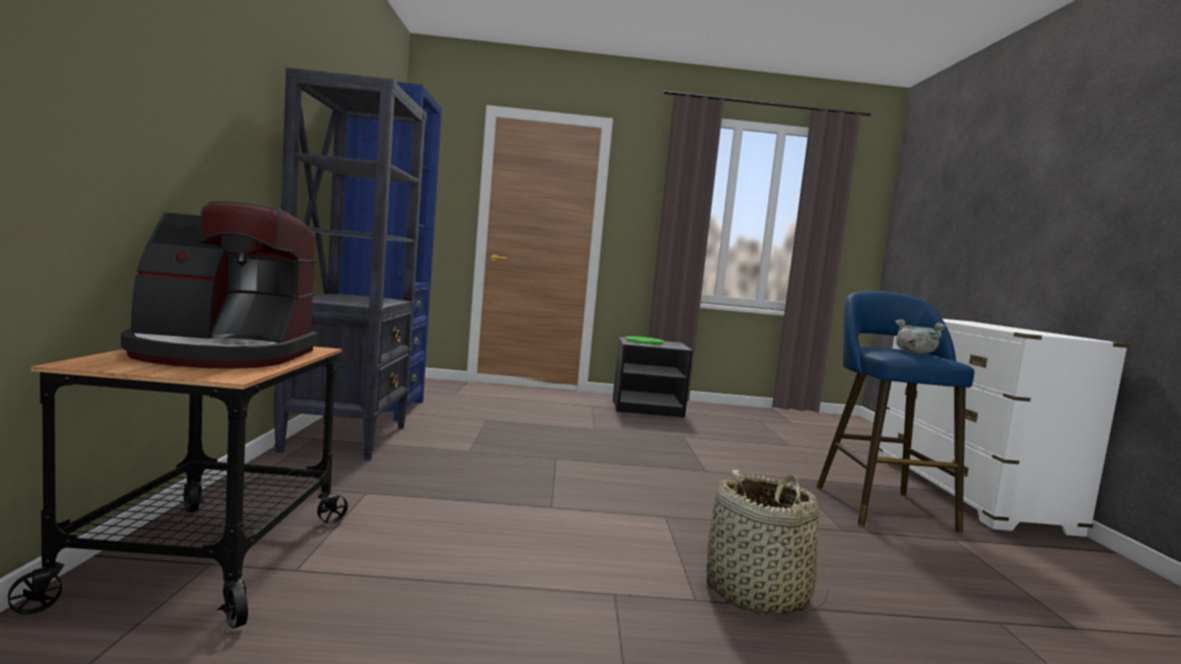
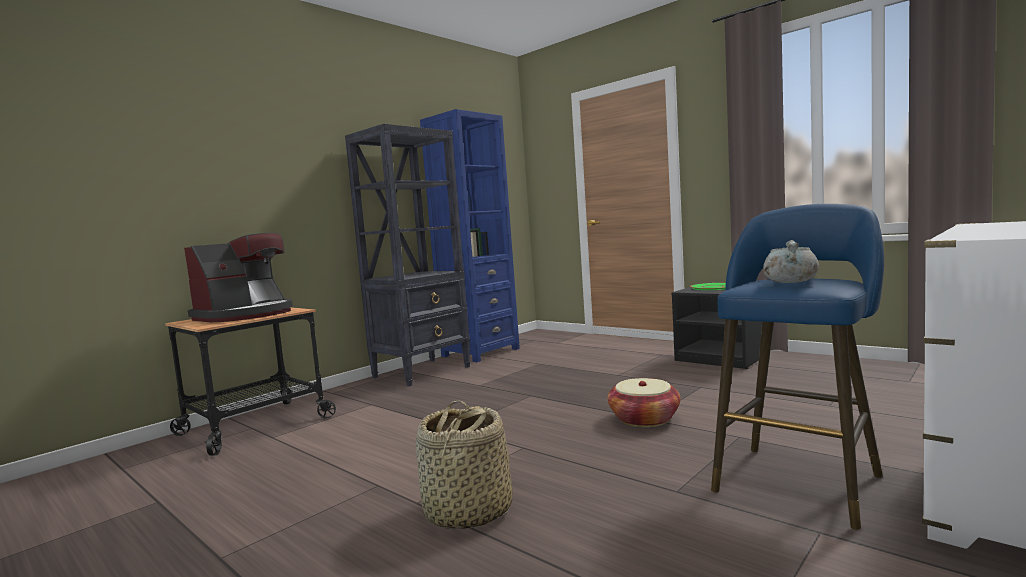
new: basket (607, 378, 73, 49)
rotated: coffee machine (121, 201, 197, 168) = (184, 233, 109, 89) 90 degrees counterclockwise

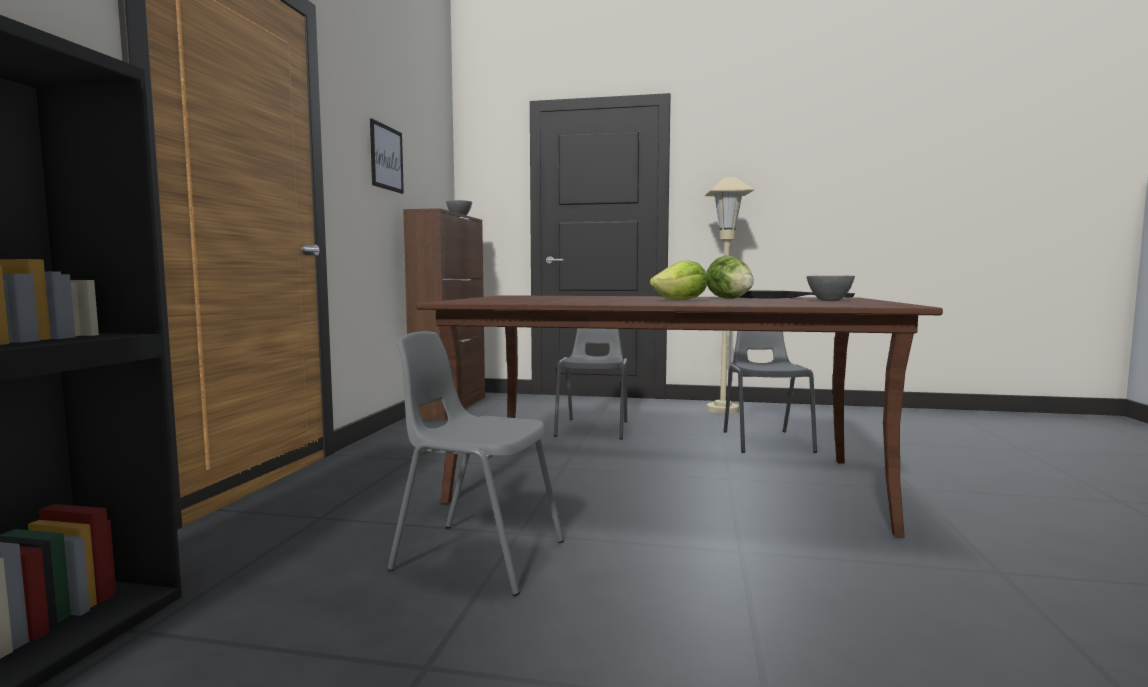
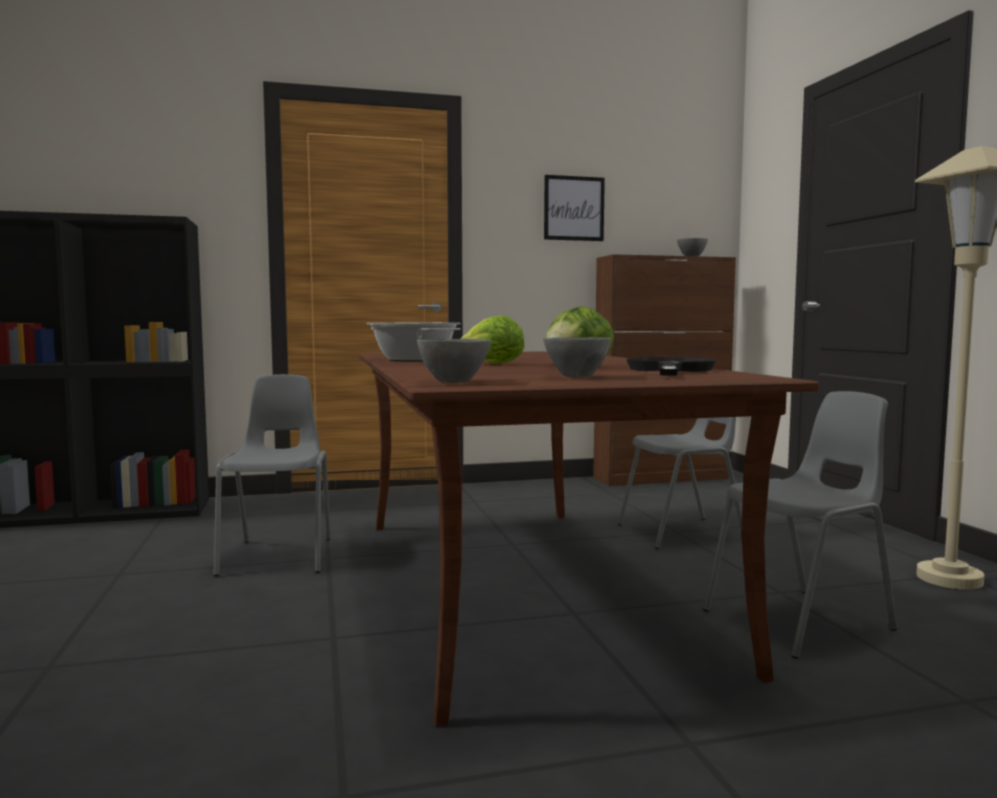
new: cooking pot (366, 323, 95, 39); bowl in grey (417, 339, 74, 44)

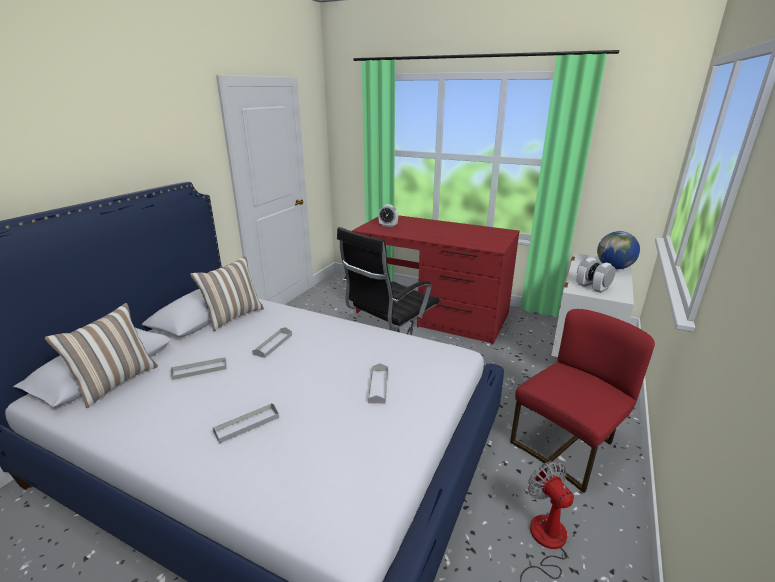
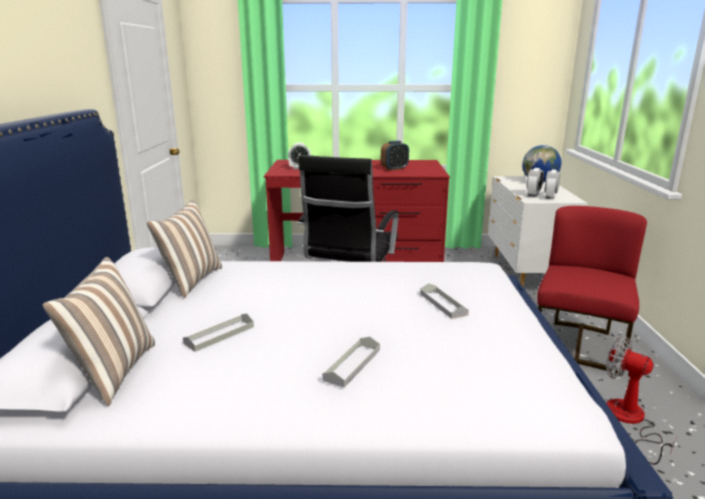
gone: tray in grey (252, 327, 40, 31)
new: alarm clock (381, 141, 28, 30)

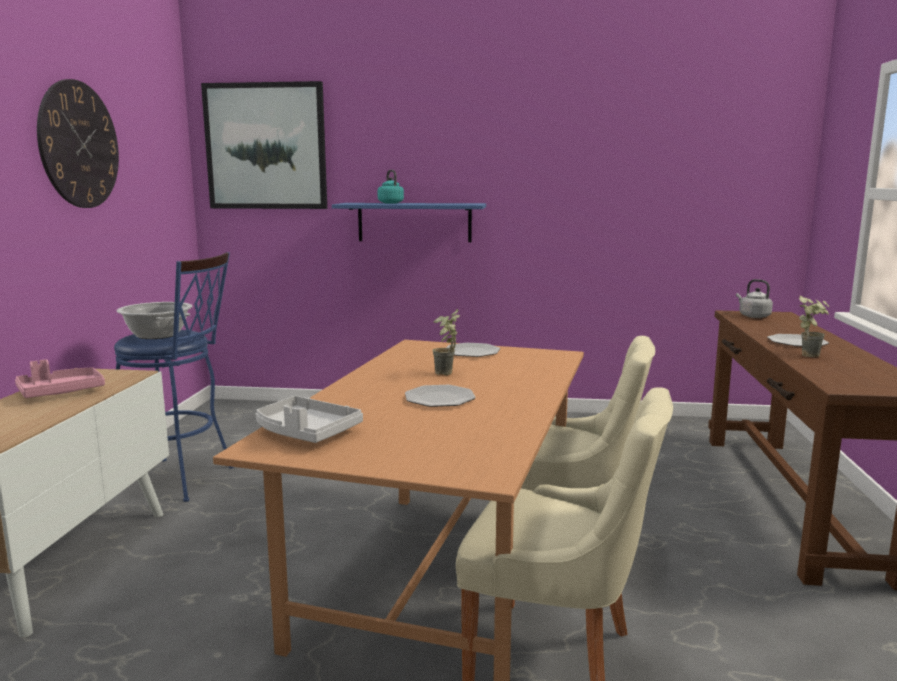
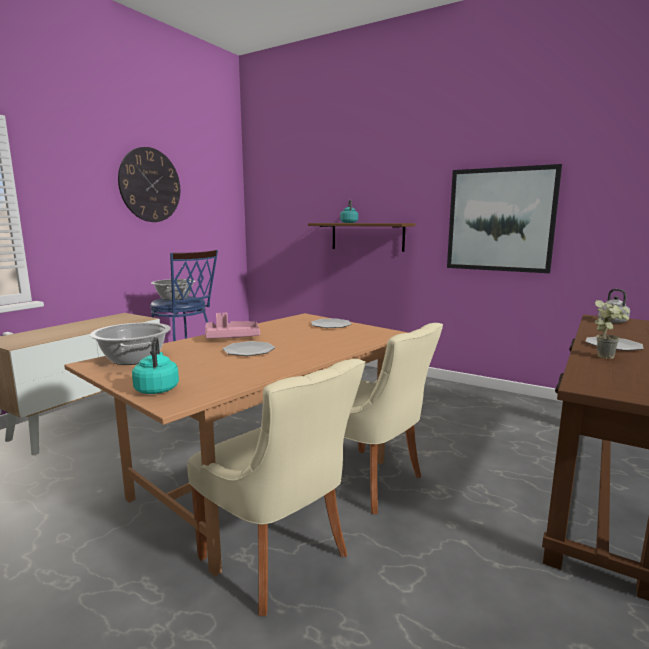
gone: potted plant (432, 309, 28, 66)
new: kettle in turquoise (132, 337, 47, 57)
shifted: tray in pink (15, 359, 90, 39) to (205, 313, 55, 26); picture (201, 81, 126, 128) to (447, 164, 115, 109)
swapped: tray in grey (255, 396, 108, 47) to cooking pot (90, 322, 81, 43)
repainted: shelf in blue (332, 203, 154, 39) to shelf in brown (308, 223, 107, 29)

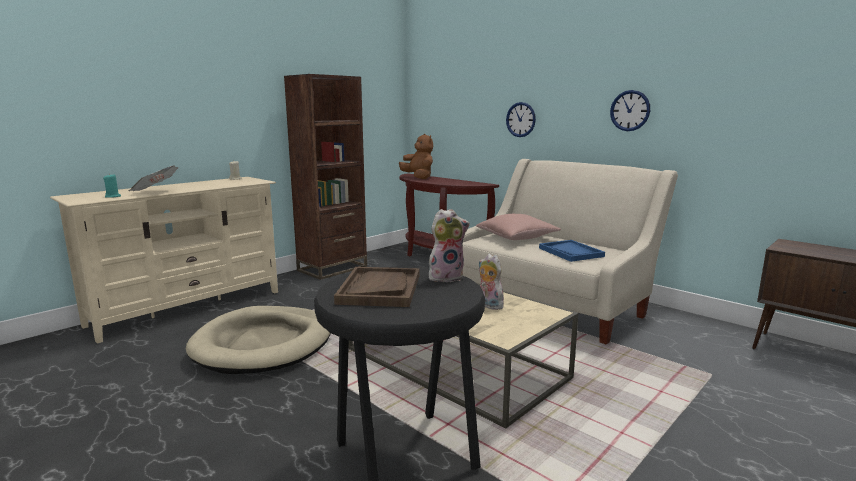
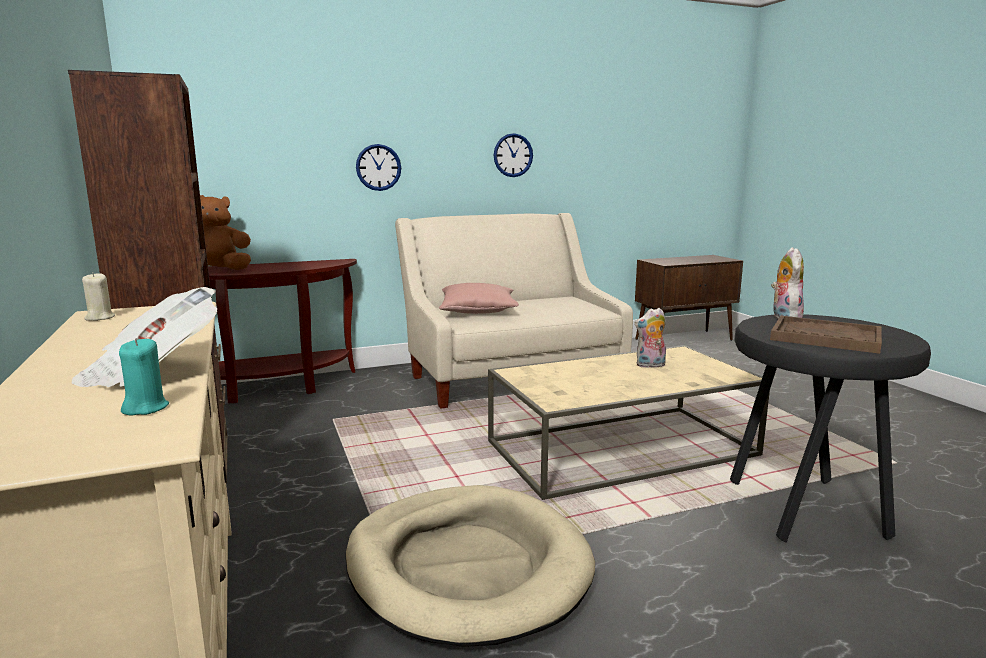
gone: tray in blue (539, 240, 66, 22)

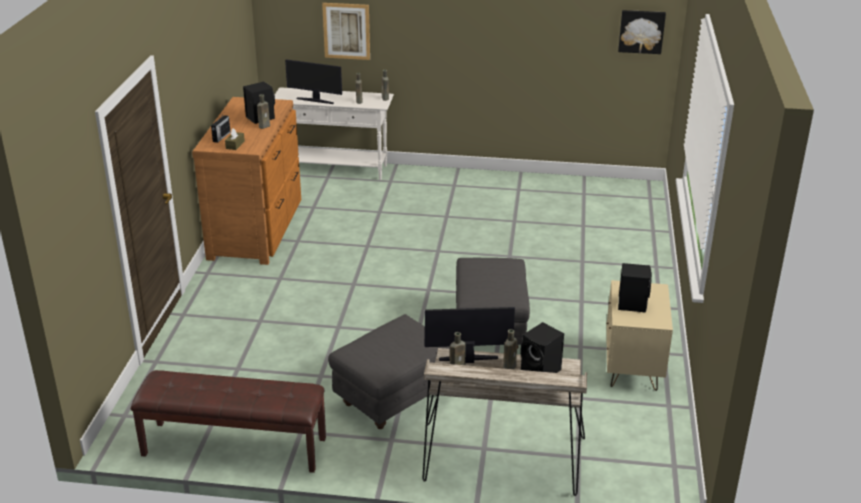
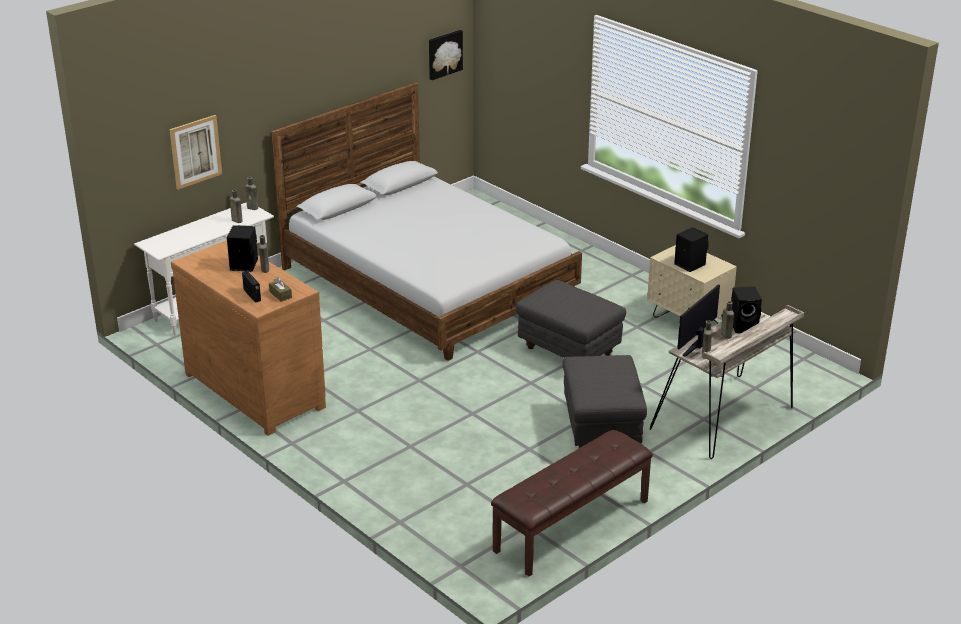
gone: monitor (285, 59, 57, 45)
new: bed (271, 82, 311, 279)

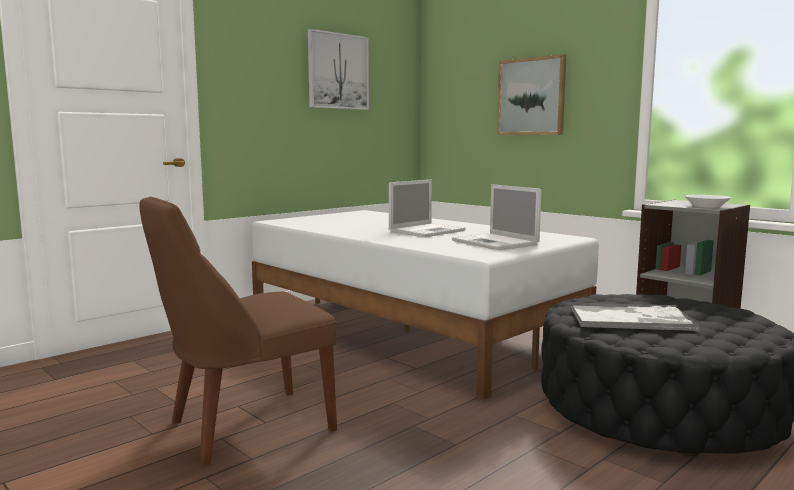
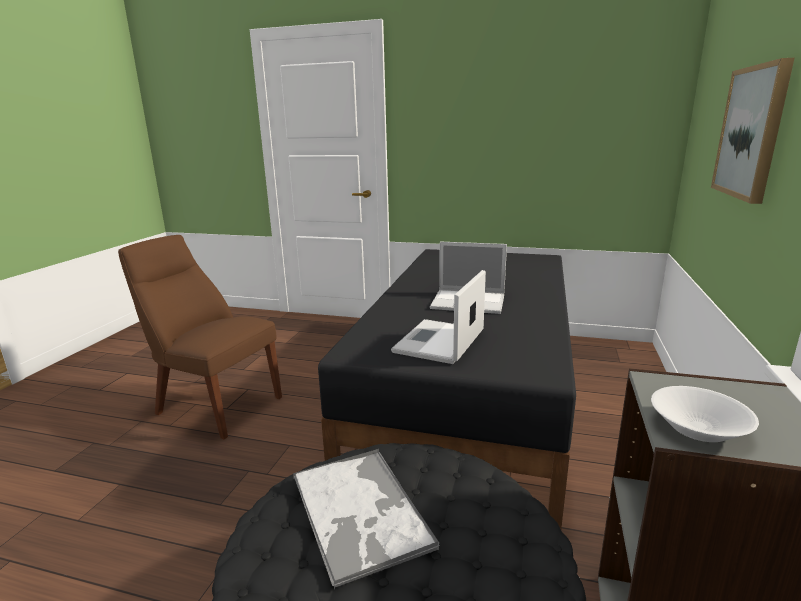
gone: picture (308, 29, 61, 81)
repainted: bed in white (252, 210, 347, 190) to bed in black (318, 249, 258, 280)

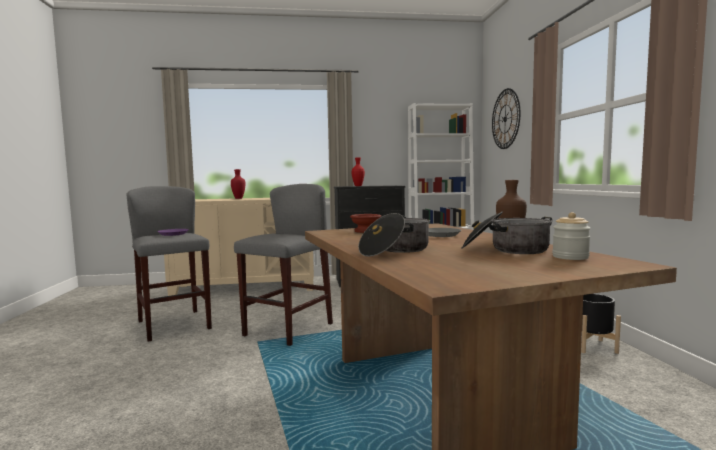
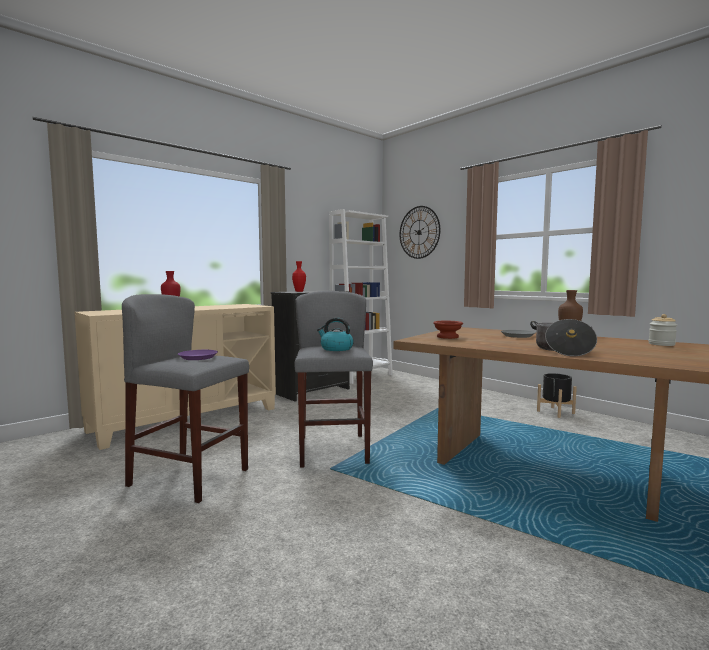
gone: cooking pot (462, 211, 90, 43)
new: kettle (317, 318, 37, 33)

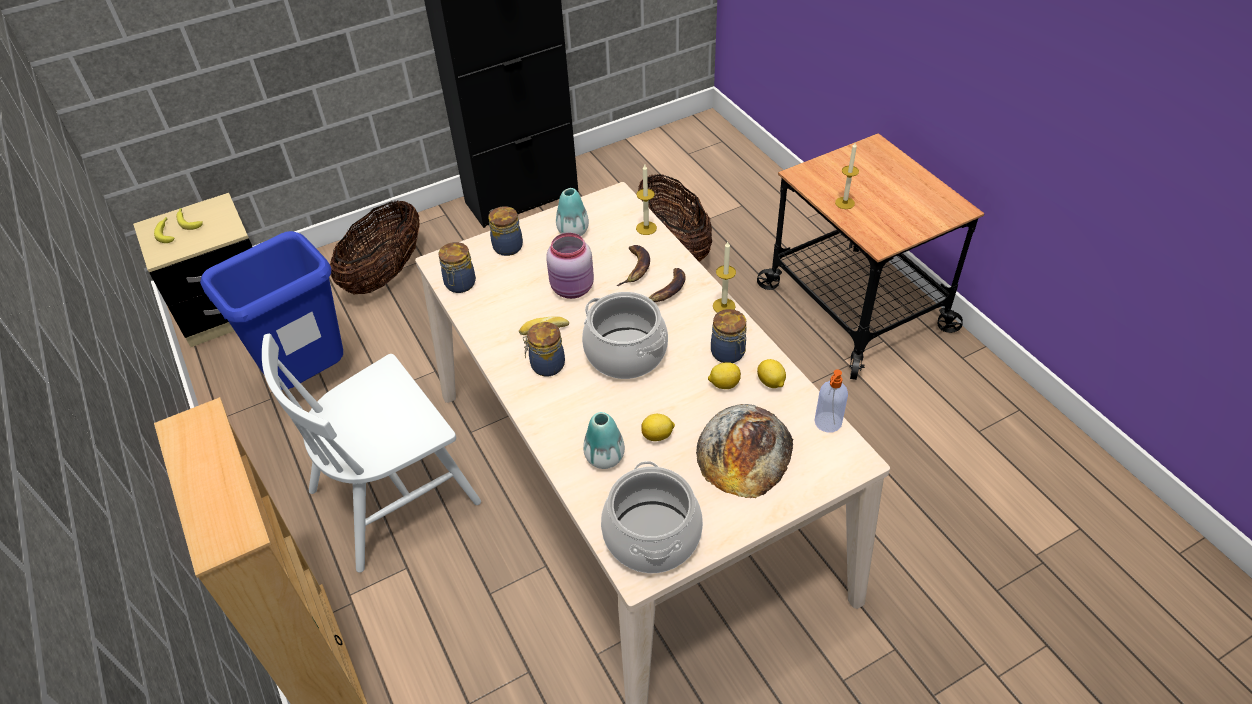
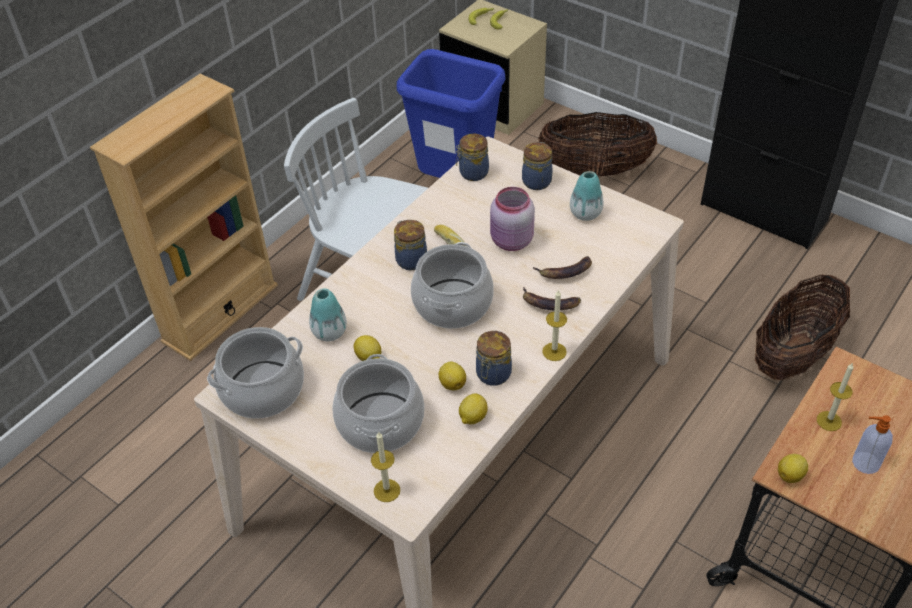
new: lemon (778, 454, 30, 29)
shifted: candle (636, 164, 21, 71) to (371, 431, 29, 71); soap dispenser (814, 369, 34, 64) to (852, 415, 41, 59)
swapped: bread (696, 404, 97, 94) to cooking pot (332, 354, 92, 99)

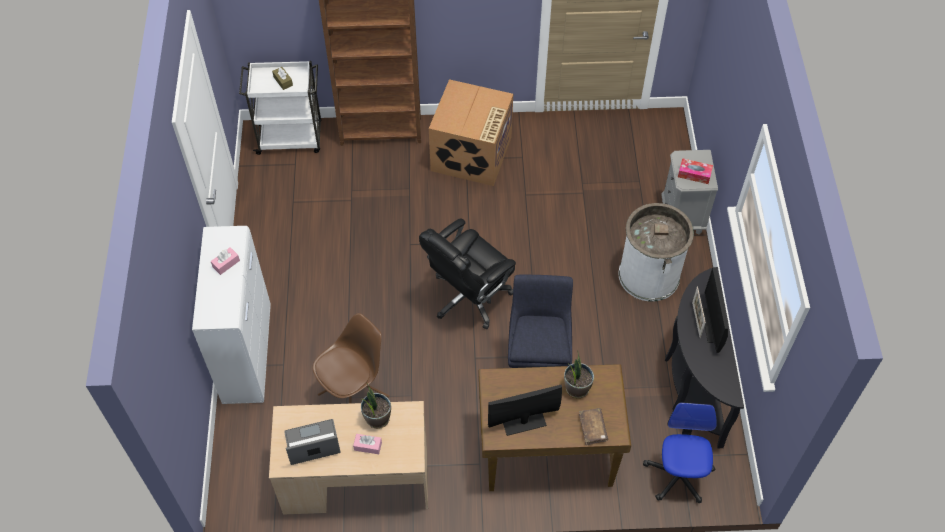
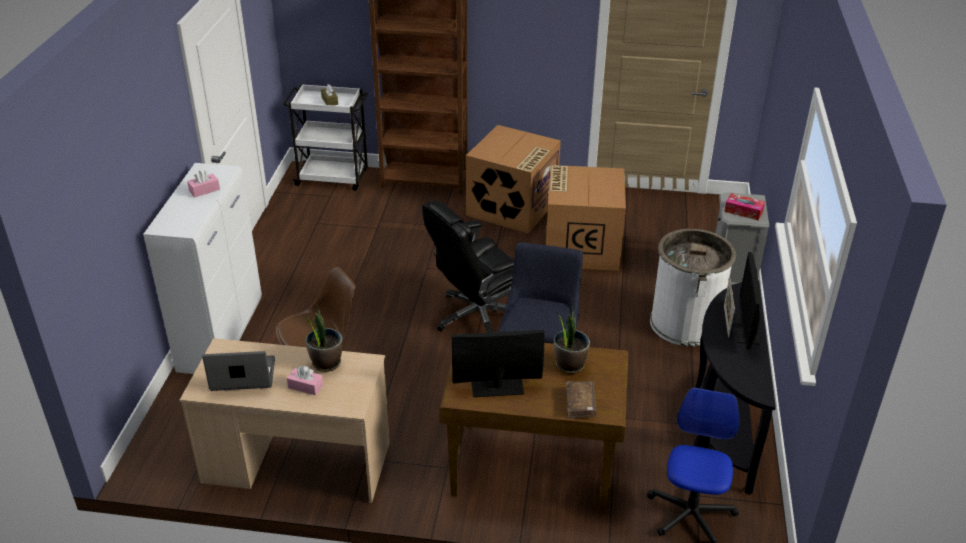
new: cardboard box (546, 165, 80, 106)

